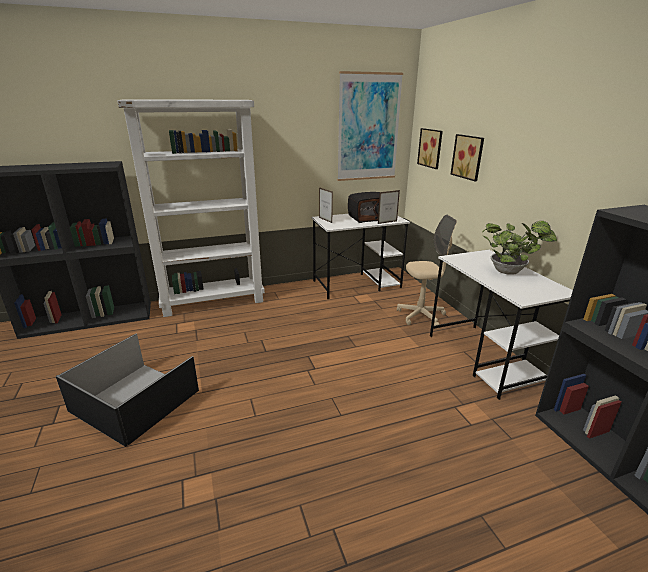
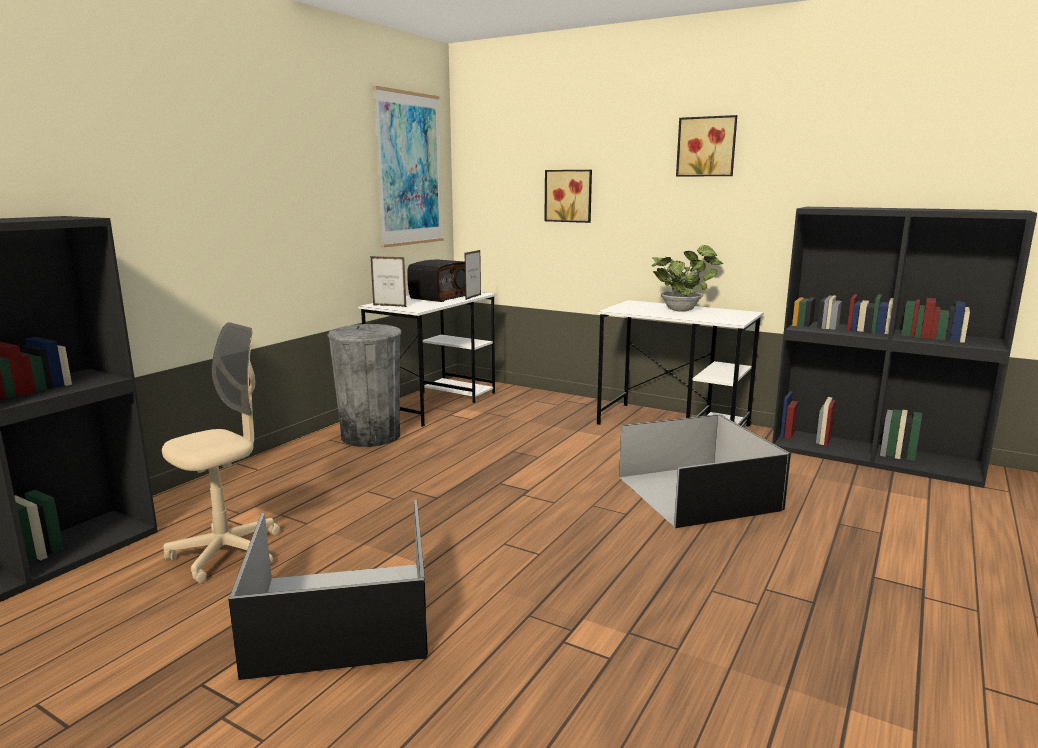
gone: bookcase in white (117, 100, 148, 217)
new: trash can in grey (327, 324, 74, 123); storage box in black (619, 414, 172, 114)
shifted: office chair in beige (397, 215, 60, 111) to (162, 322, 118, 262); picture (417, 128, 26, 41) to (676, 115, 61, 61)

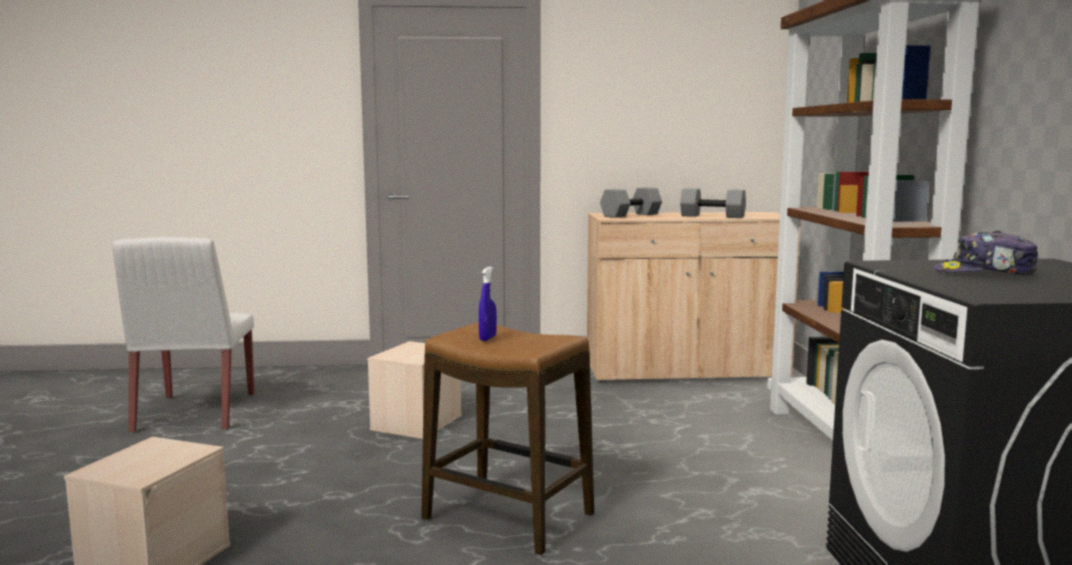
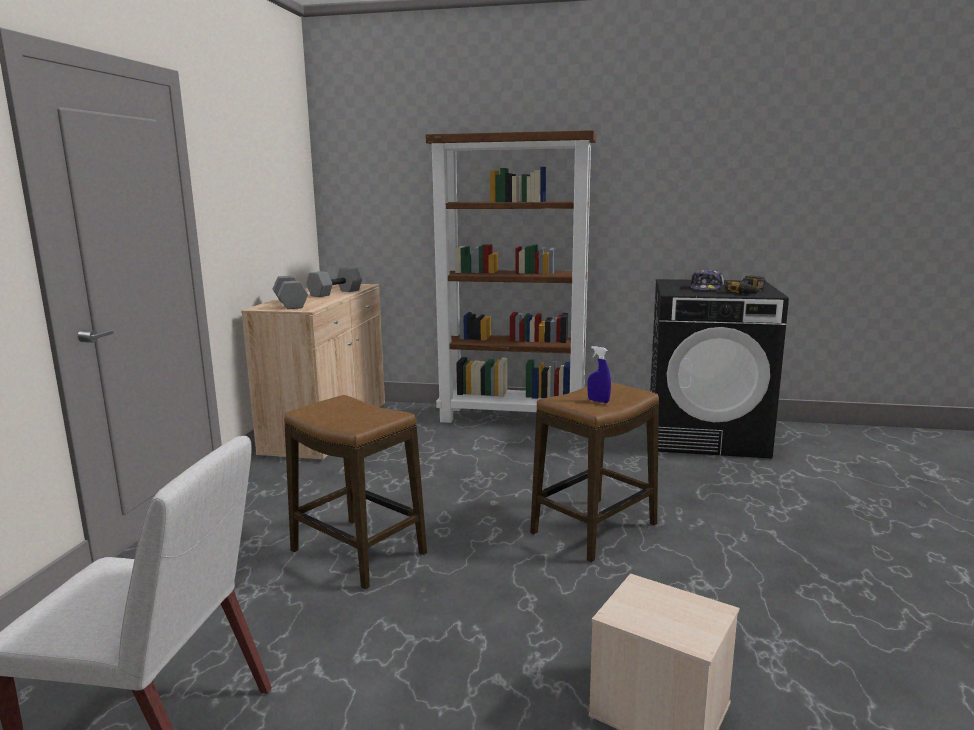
new: power drill (725, 275, 41, 19)
swapped: storage box in beige (367, 341, 95, 98) to stool (284, 395, 143, 194)

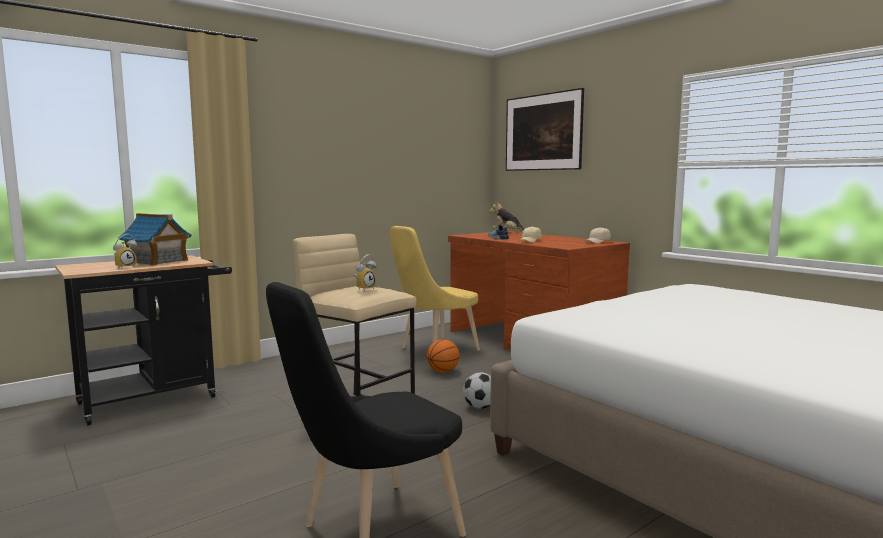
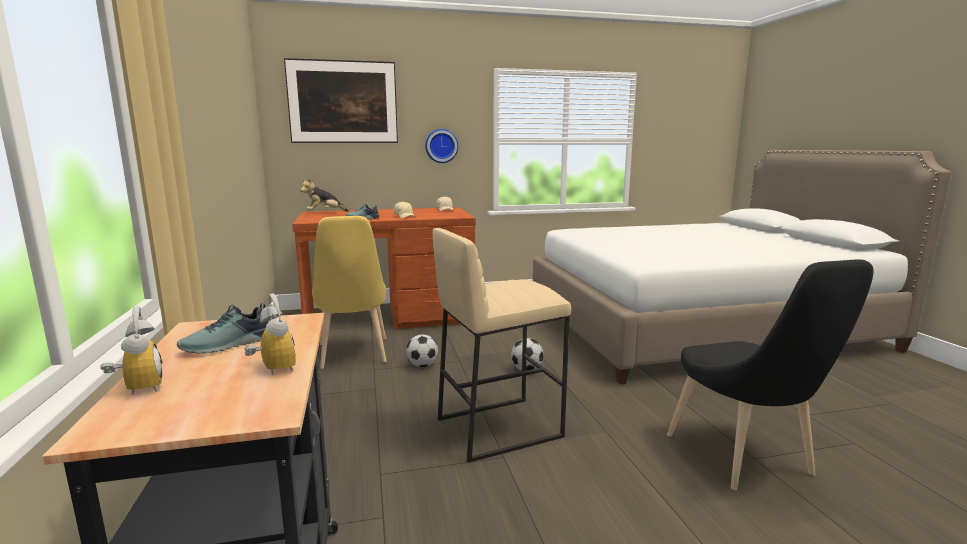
new: wall clock (425, 129, 33, 34)
shifted: alarm clock (354, 254, 22, 37) to (100, 306, 62, 89)
swapped: toy house (118, 213, 74, 53) to shoe (177, 303, 91, 51); basketball (427, 339, 33, 34) to football (406, 334, 32, 33)

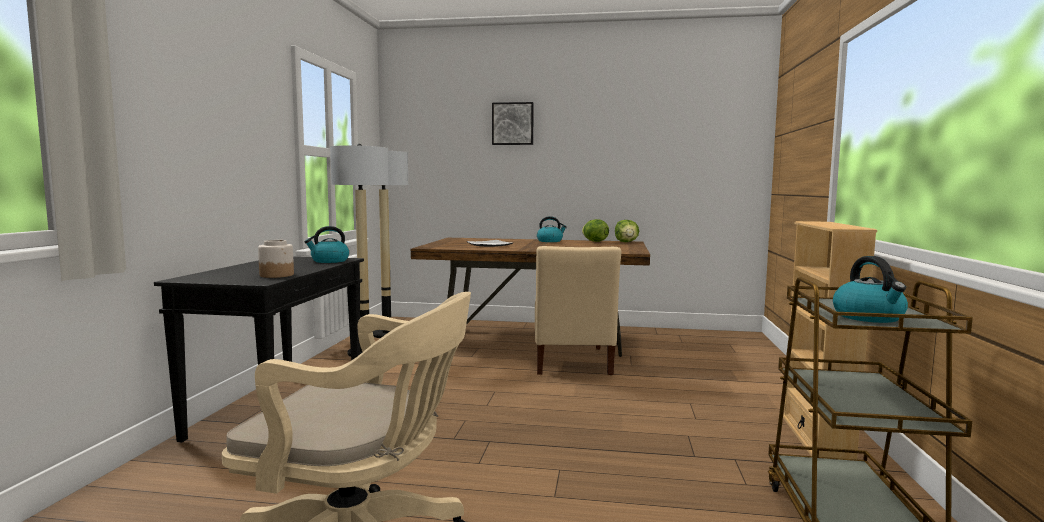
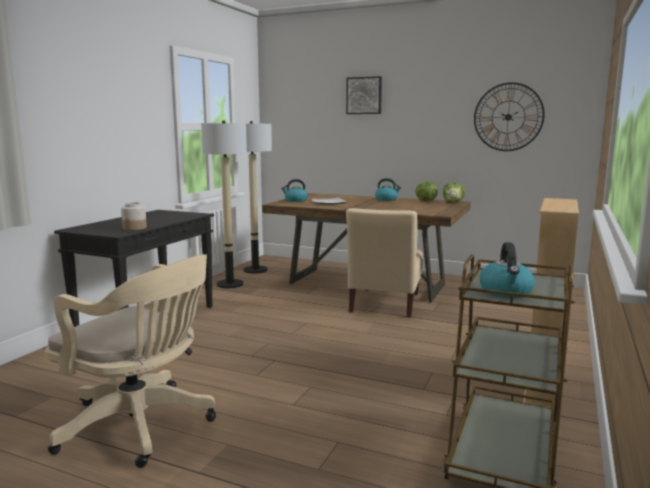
new: wall clock (474, 82, 71, 69)
shifted: kettle (304, 226, 45, 37) to (281, 179, 27, 23)

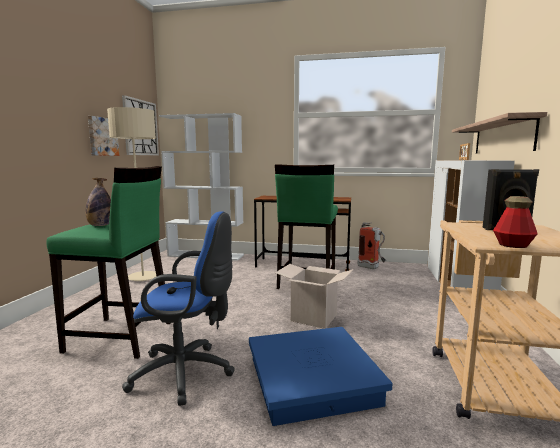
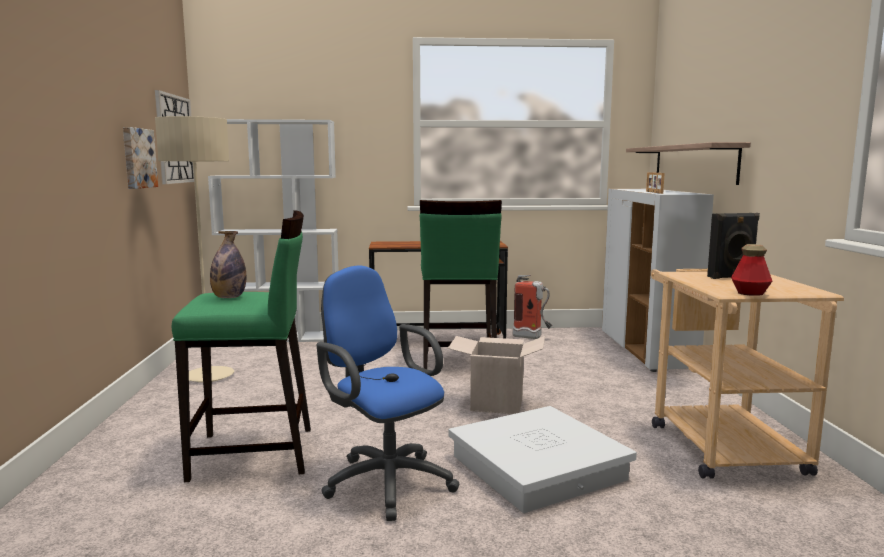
repainted: storage box in blue (249, 327, 144, 99) to storage box in white (448, 406, 189, 107)
rotated: office chair in blue (122, 211, 113, 195) = (317, 265, 142, 256) 120 degrees counterclockwise

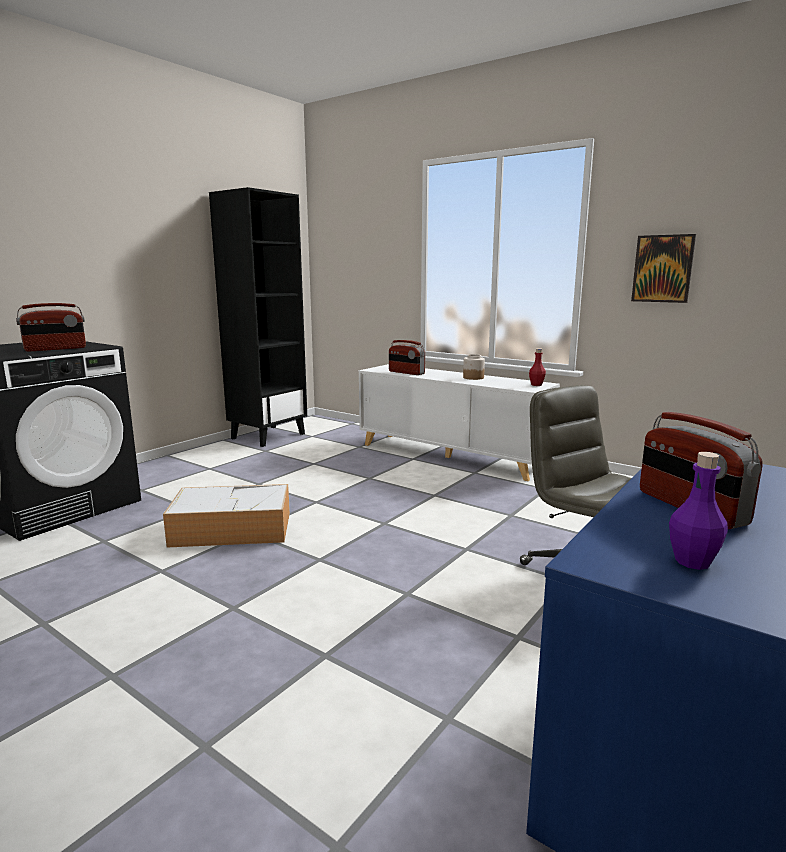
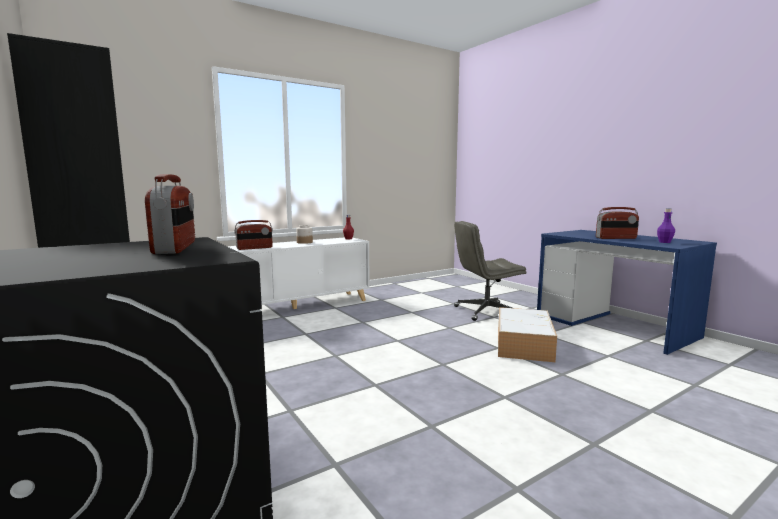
gone: picture (631, 234, 65, 69)
shifted: storage box (163, 484, 127, 64) to (498, 307, 59, 55)

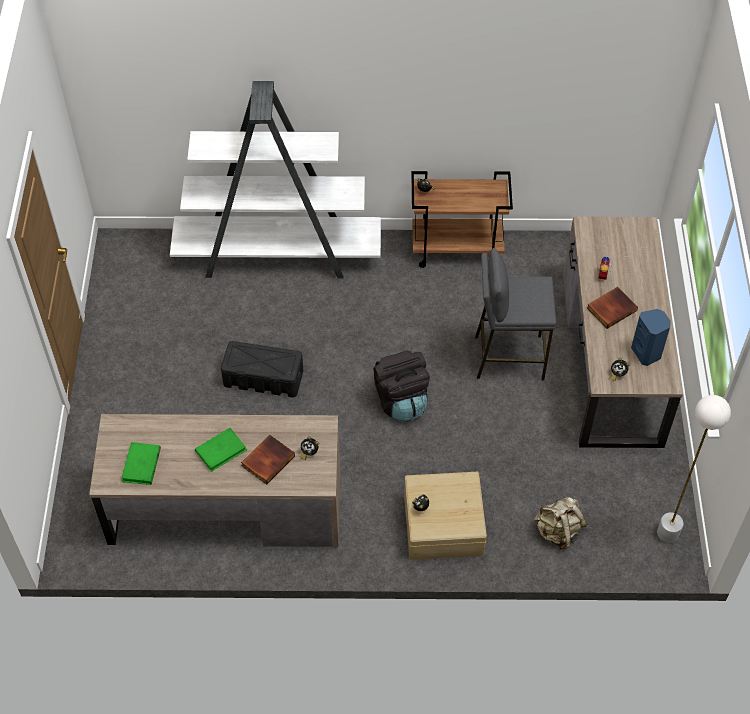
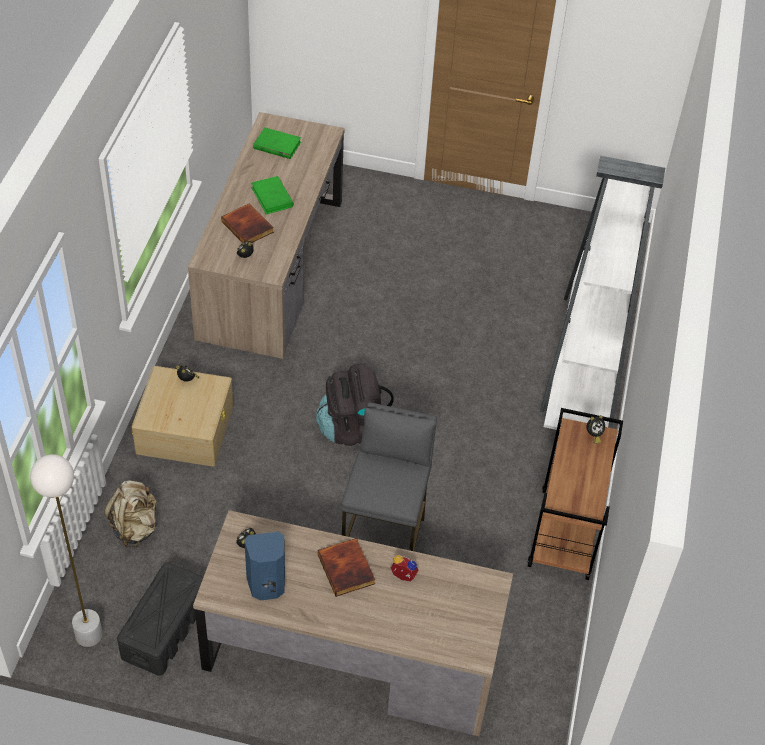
shifted: storage box in black (221, 341, 82, 57) to (117, 563, 86, 113)

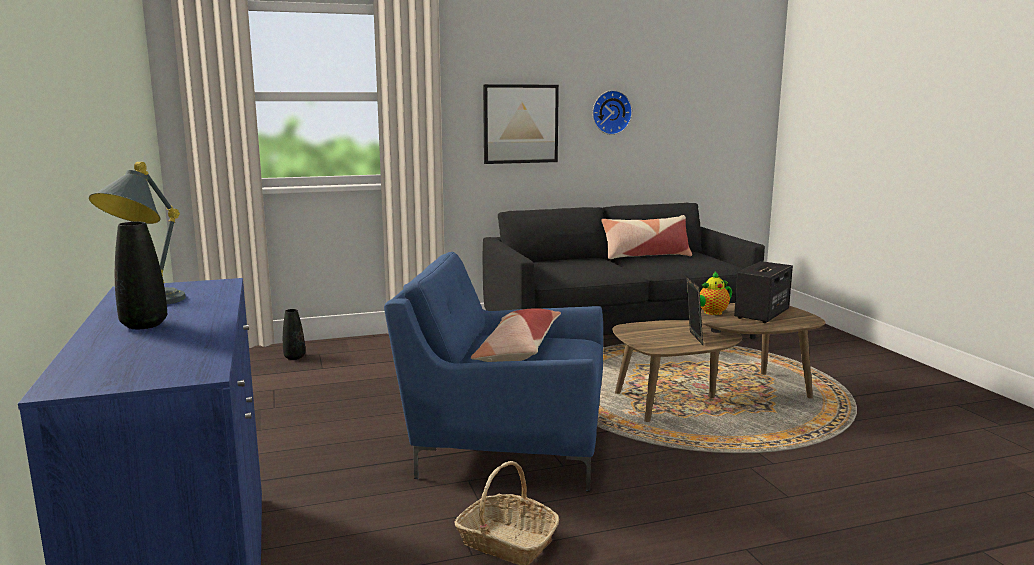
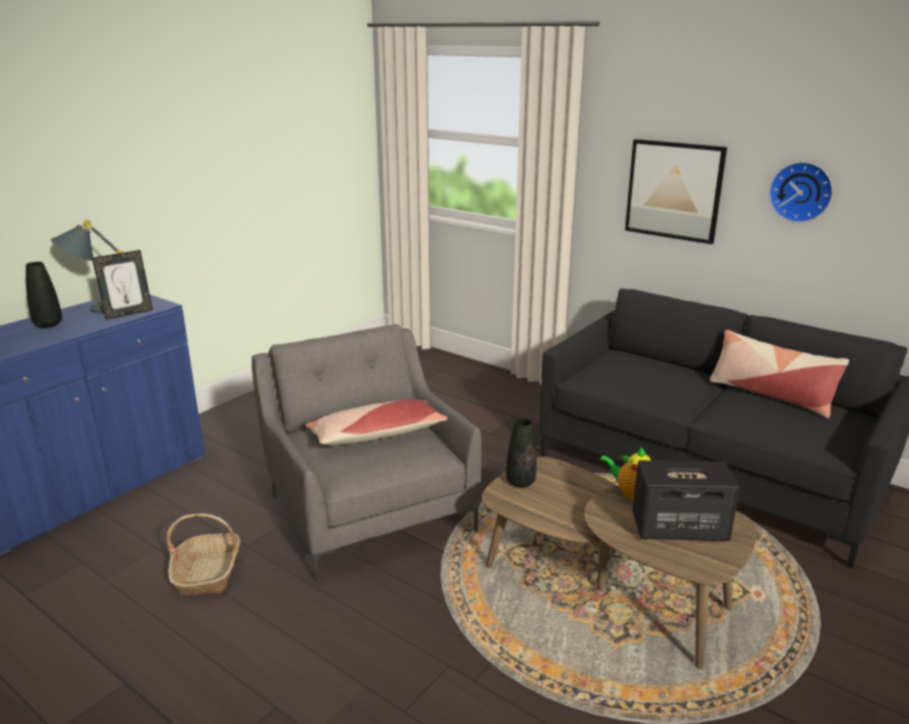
shifted: picture frame (686, 276, 17, 69) to (92, 250, 61, 70); vase in black (283, 309, 22, 51) to (506, 418, 31, 70)
repainted: armchair in blue (384, 252, 219, 240) to armchair in grey (252, 324, 229, 259)

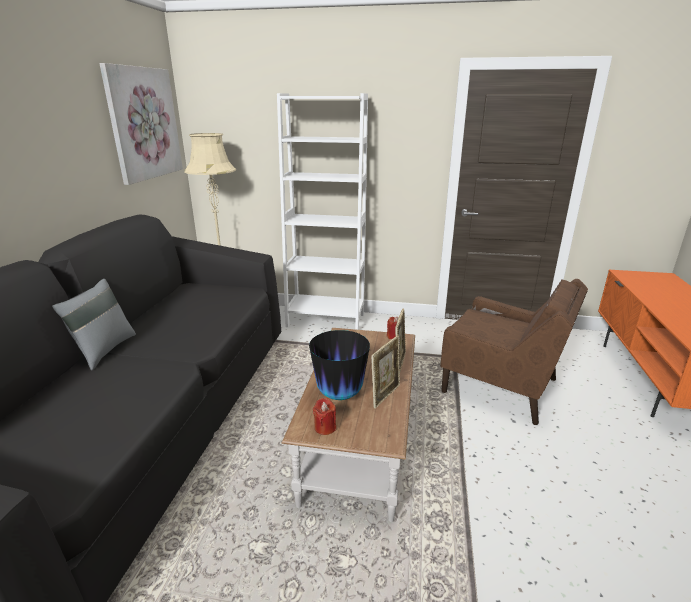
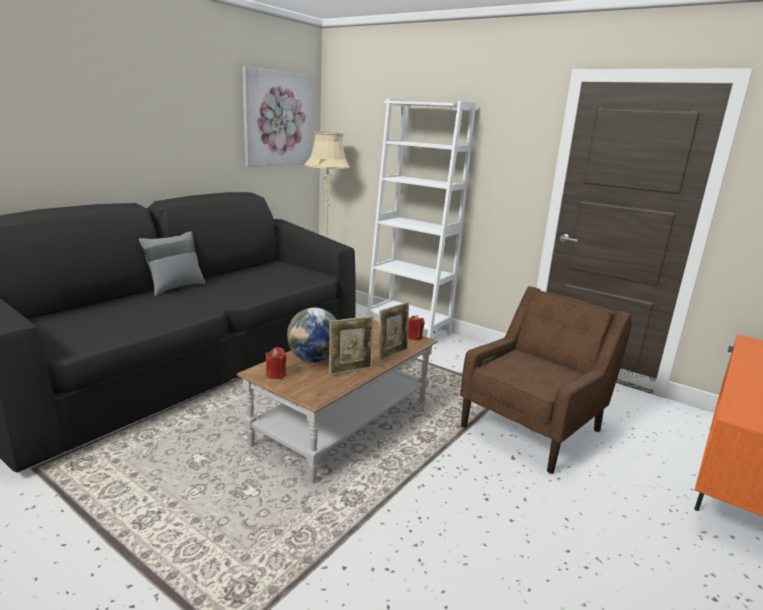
swapped: vase (309, 330, 61, 70) to globe (287, 308, 50, 55)
rotated: armchair in brown (440, 279, 148, 146) = (460, 286, 172, 188) 105 degrees counterclockwise

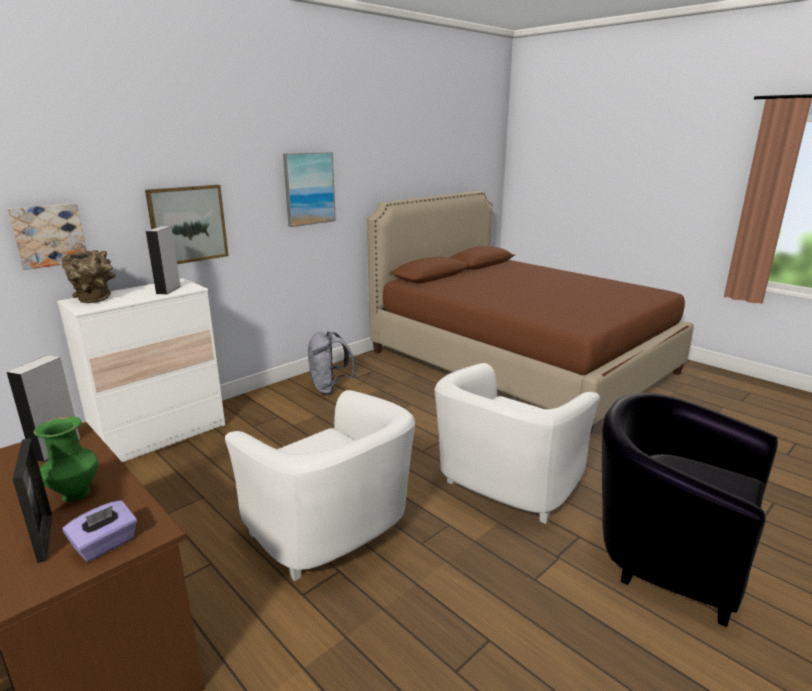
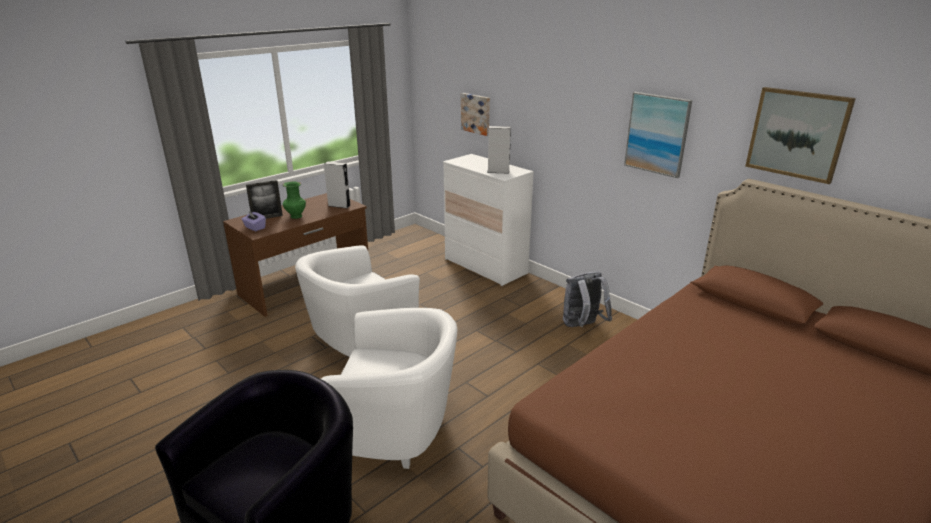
gone: vase in brown (62, 250, 54, 53)
shifted: picture (145, 185, 84, 79) to (745, 87, 111, 97)
rotated: armchair in white (435, 363, 165, 161) = (321, 308, 136, 161) 150 degrees clockwise

